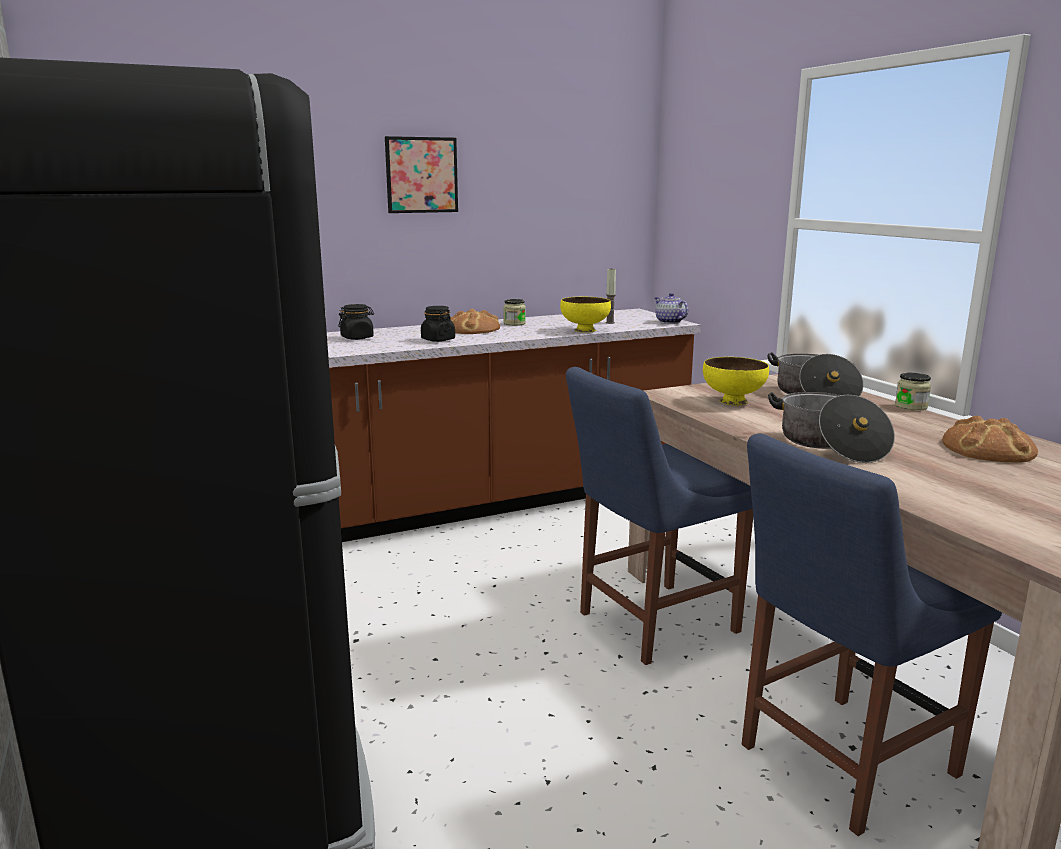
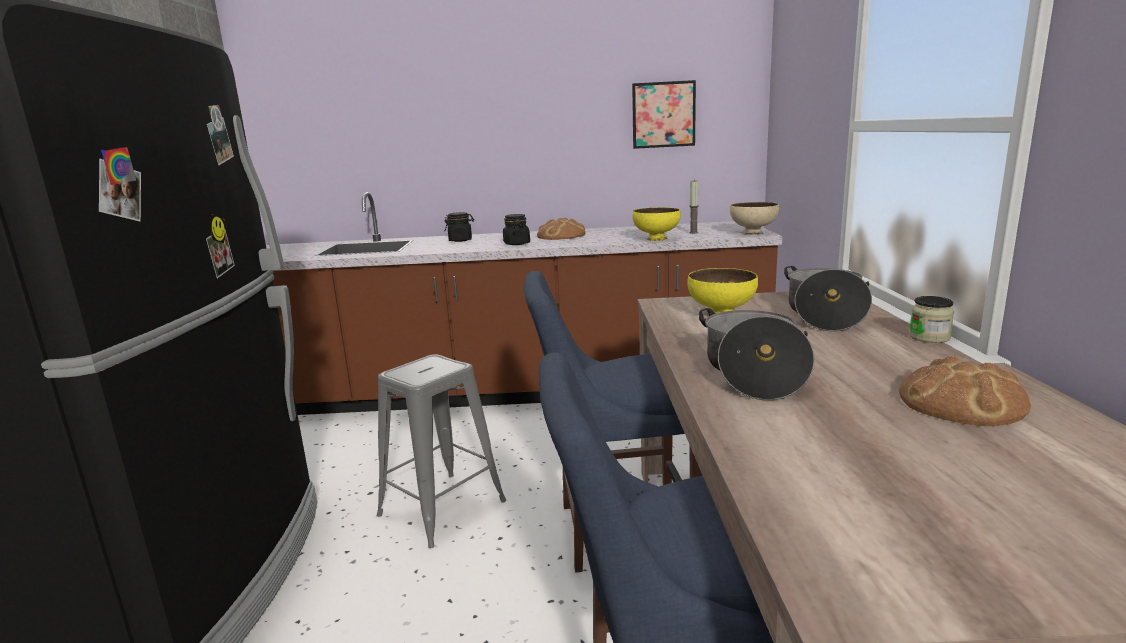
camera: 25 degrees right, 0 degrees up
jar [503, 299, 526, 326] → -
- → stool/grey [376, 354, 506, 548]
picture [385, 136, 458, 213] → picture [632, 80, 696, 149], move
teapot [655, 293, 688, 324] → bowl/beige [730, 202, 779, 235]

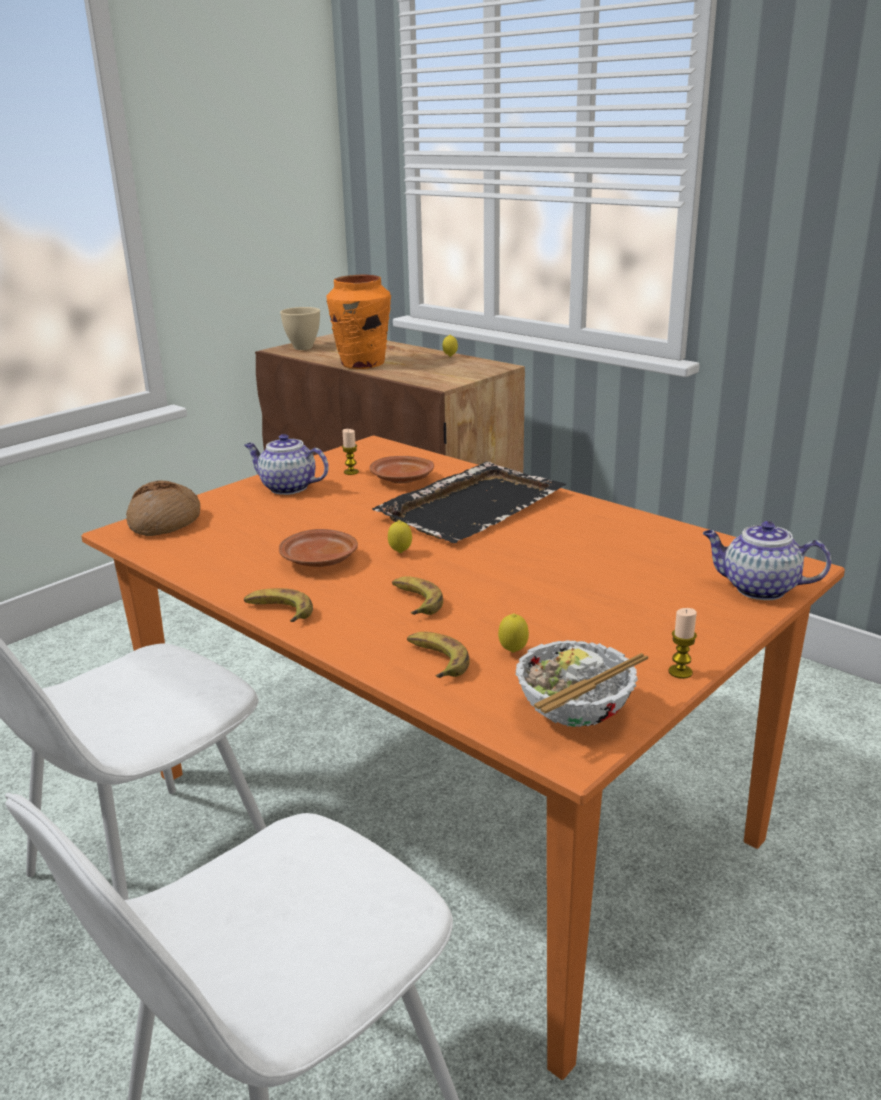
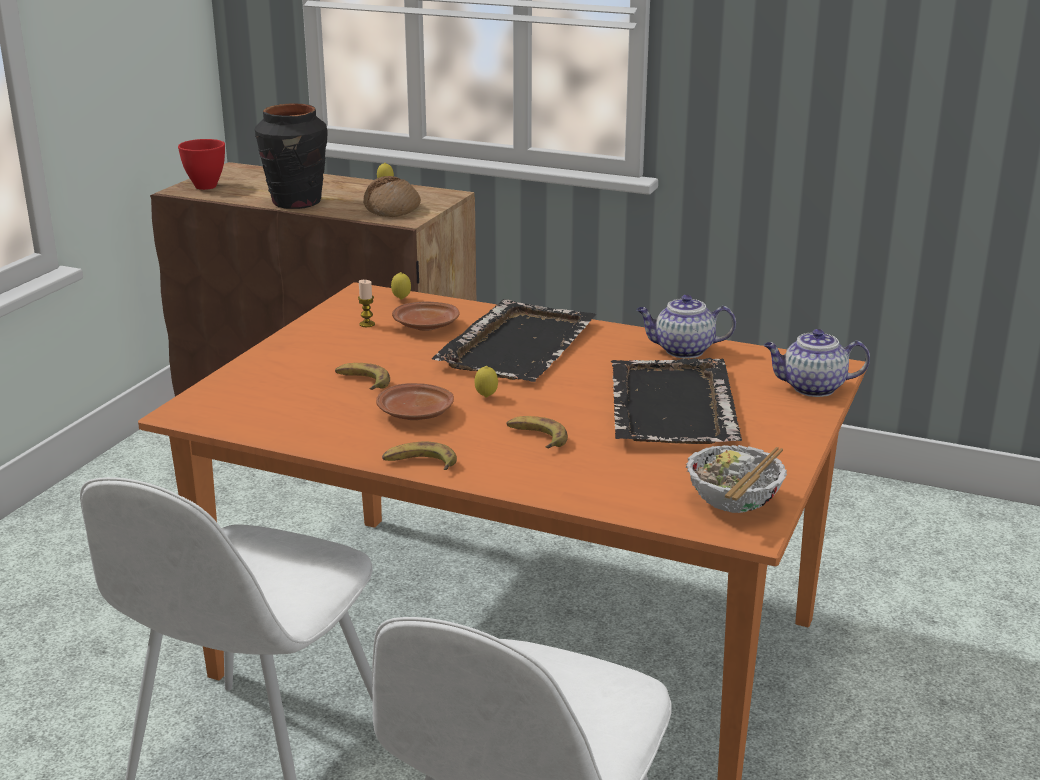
camera: 20 degrees left, 0 degrees up
candle [669, 608, 697, 679] → -
- → tray/black [610, 358, 742, 444]
bread [126, 480, 200, 536] → bread [363, 176, 421, 217], move
teapot [244, 434, 329, 495] → teapot [636, 295, 736, 358], move
banana [407, 632, 470, 678] → banana [335, 363, 390, 390], move
lemon [498, 614, 529, 653] → lemon [391, 272, 411, 300], move
bowl/beige [280, 307, 320, 350] → bowl/red [178, 139, 225, 190]
vase/orange [326, 274, 391, 369] → vase/black [255, 103, 328, 209]

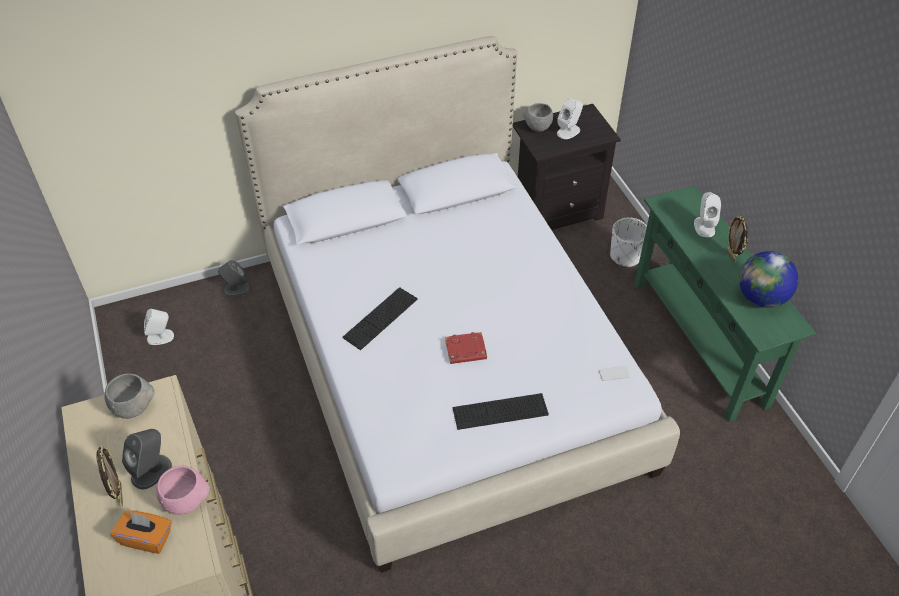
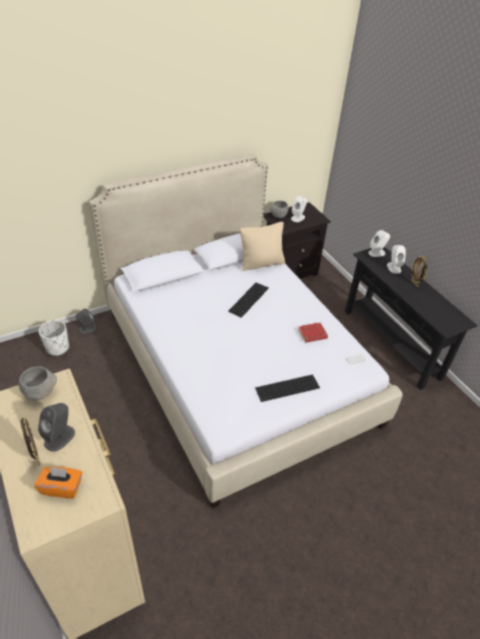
camera: 10 degrees left, 5 degrees down
bowl/pink [156, 466, 209, 515] → -
globe [739, 251, 798, 308] → -
- → pillow/beige [240, 222, 285, 271]
speaker/white [144, 309, 174, 345] → speaker/white [368, 230, 390, 257], move
keyboard [342, 287, 418, 350] → keyboard [228, 283, 269, 318], move
book/red [445, 332, 487, 364] → book/red [298, 323, 328, 343], move
planter/white [610, 218, 647, 268] → planter/white [39, 320, 69, 356], move
console table/green [634, 185, 816, 422] → console table/black [345, 247, 477, 390]

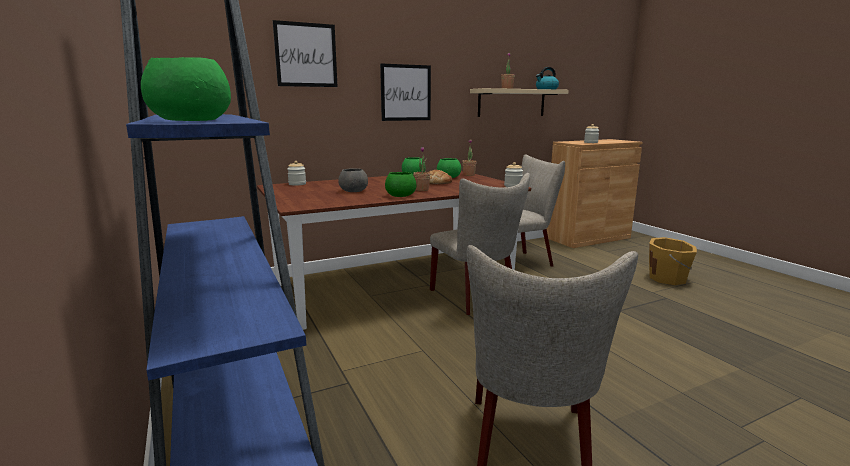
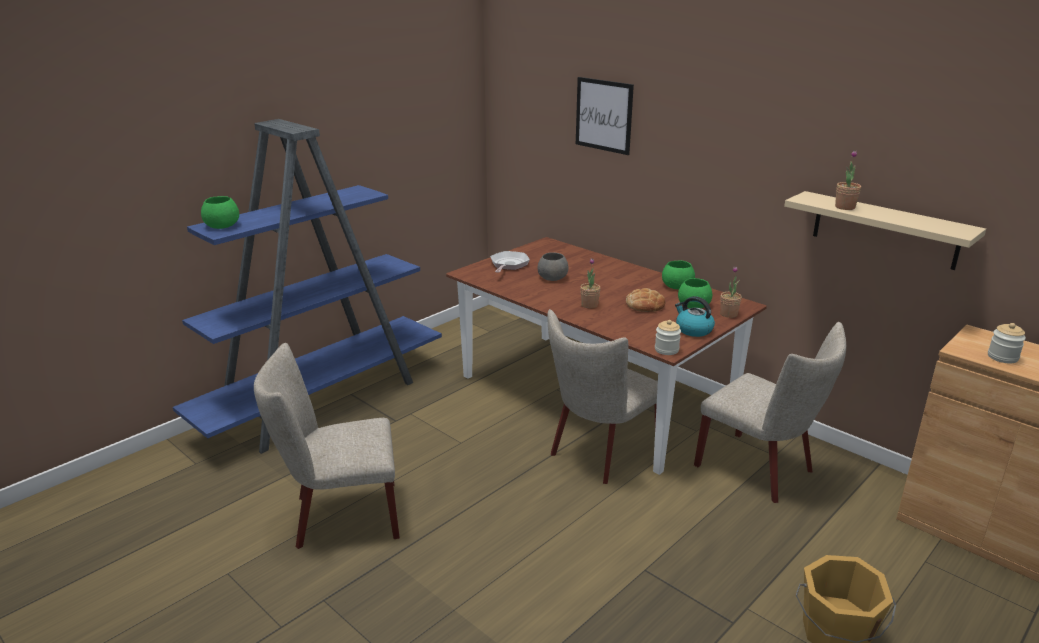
camera: 70 degrees right, 10 degrees up
jar [287, 161, 306, 186] → -
picture [380, 63, 431, 121] → -
bowl/green [385, 172, 416, 197] → -
- → frying pan [490, 251, 530, 273]
kettle [536, 67, 559, 89] → kettle [675, 296, 715, 337], move

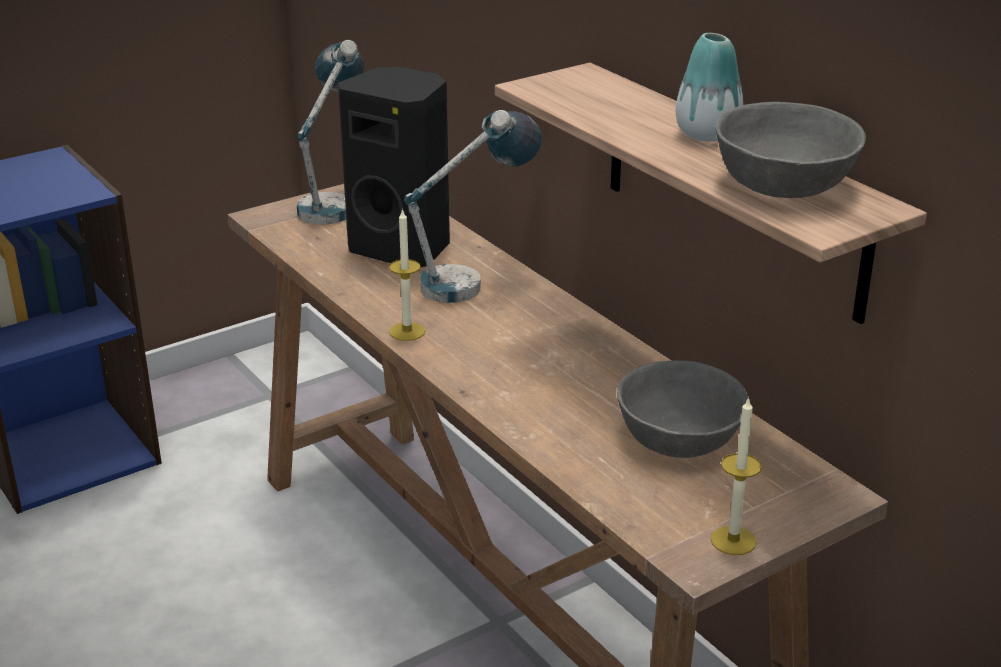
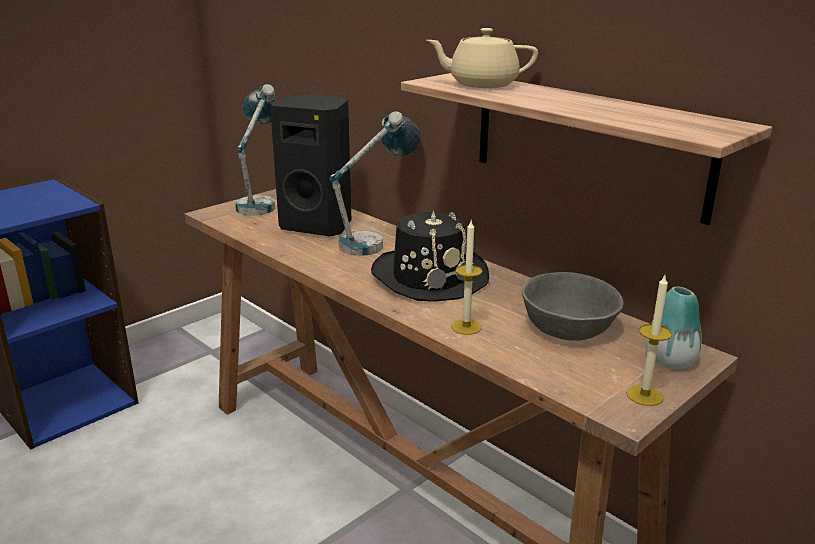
camera: 10 degrees left, 5 degrees down
bowl/grey [716, 102, 866, 198] → -
- → hat/black [371, 211, 489, 302]
- → teapot/beige [426, 28, 538, 88]
candle [389, 208, 425, 341] → candle [451, 221, 483, 335], move
vase [676, 33, 743, 142] → vase [646, 286, 702, 369], move

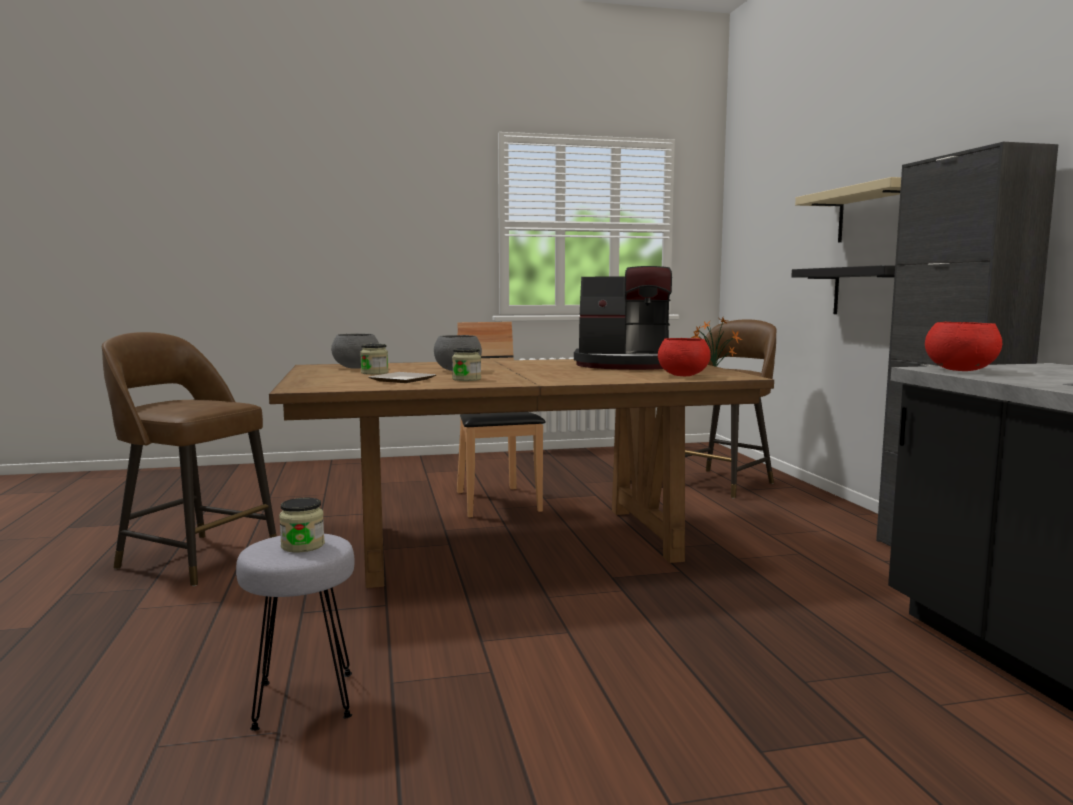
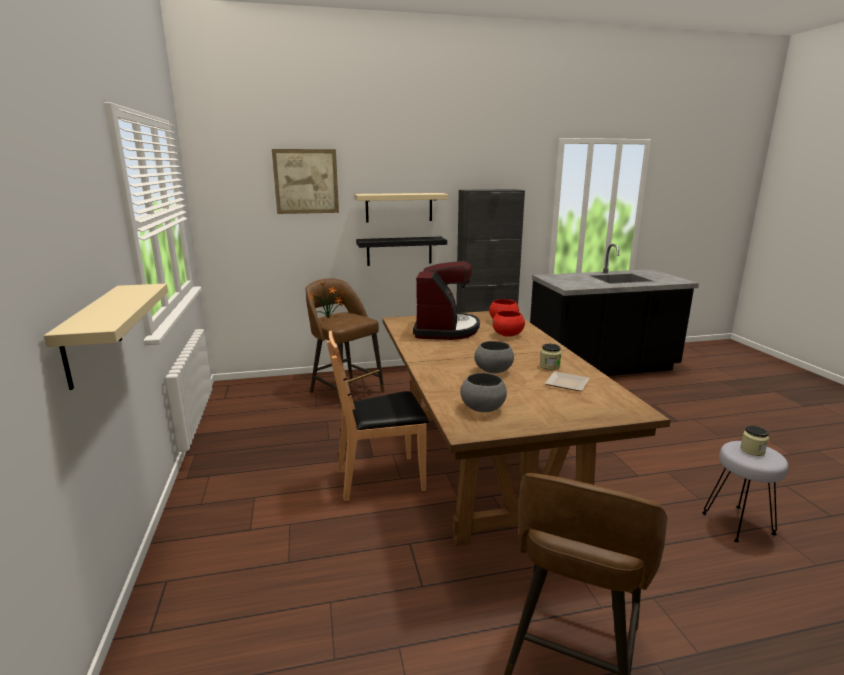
camera: 90 degrees left, 10 degrees up
jar [360, 344, 389, 375] → -
- → shelf/beige [44, 284, 168, 390]
- → picture [272, 149, 339, 214]
bowl/red [925, 322, 1002, 371] → bowl/red [492, 310, 525, 337], move

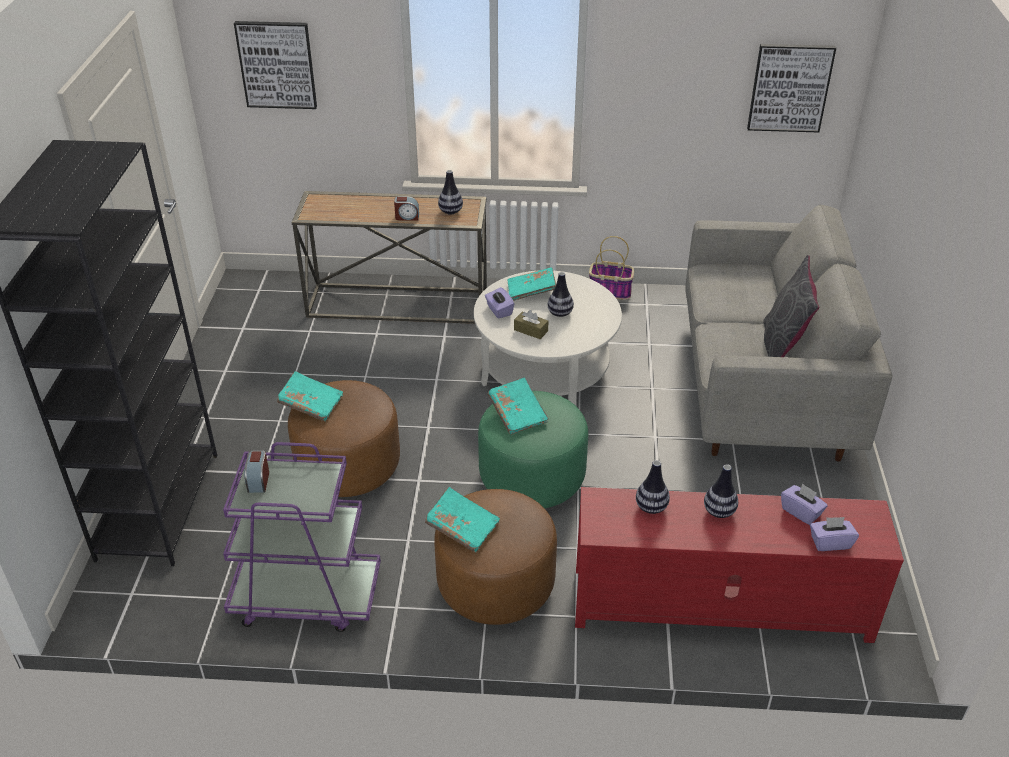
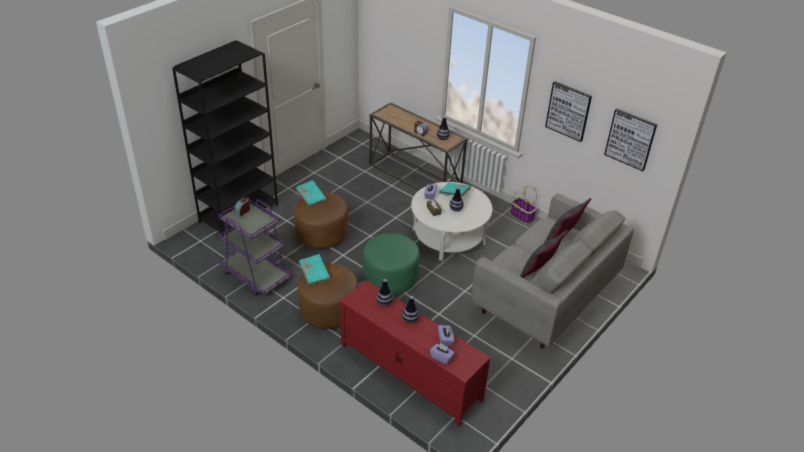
camera: 35 degrees right, 0 degrees up
book/turquoise [487, 377, 549, 435] → -
- → pillow/grey [543, 198, 591, 244]
picture [234, 21, 317, 109] → picture [545, 81, 592, 142], move

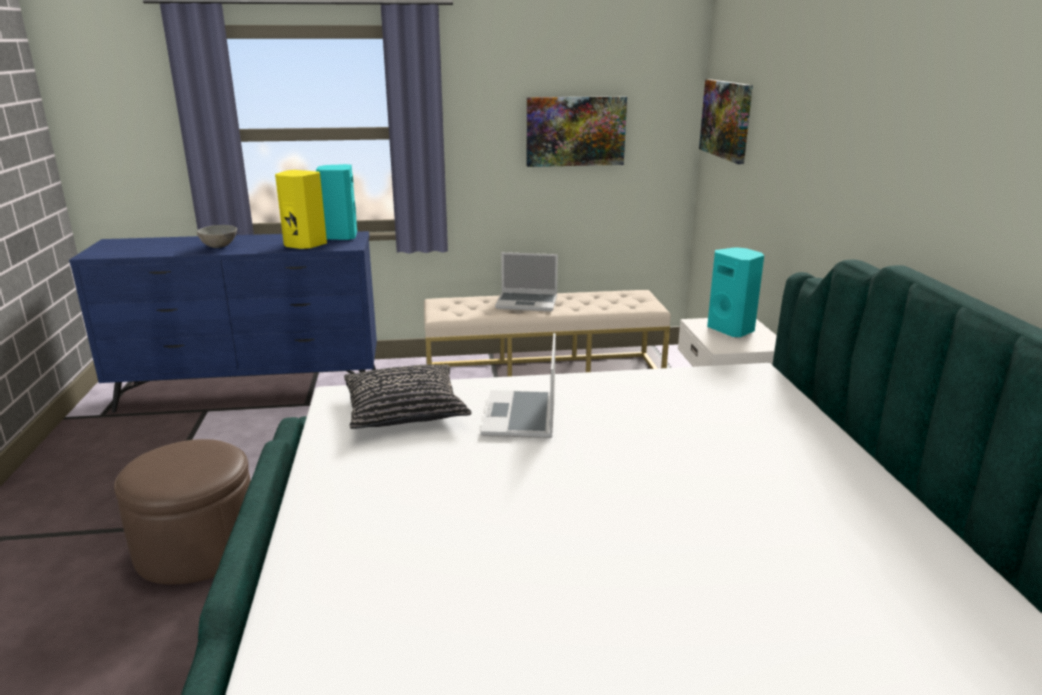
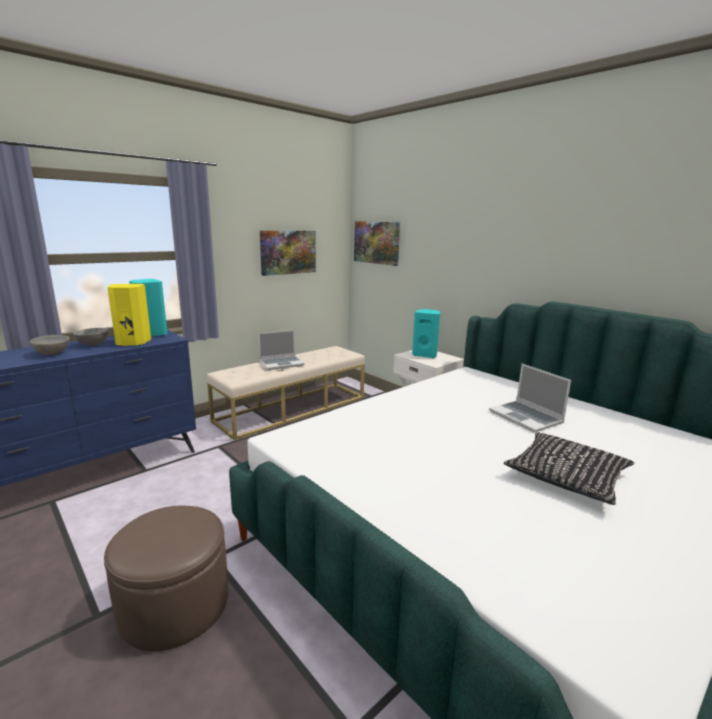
camera: 35 degrees left, 5 degrees down
- → bowl/grey [73, 328, 109, 346]
pillow/black [344, 365, 471, 429] → pillow/black [504, 432, 634, 505], move
laptop [481, 333, 556, 438] → laptop [489, 364, 571, 433], move

